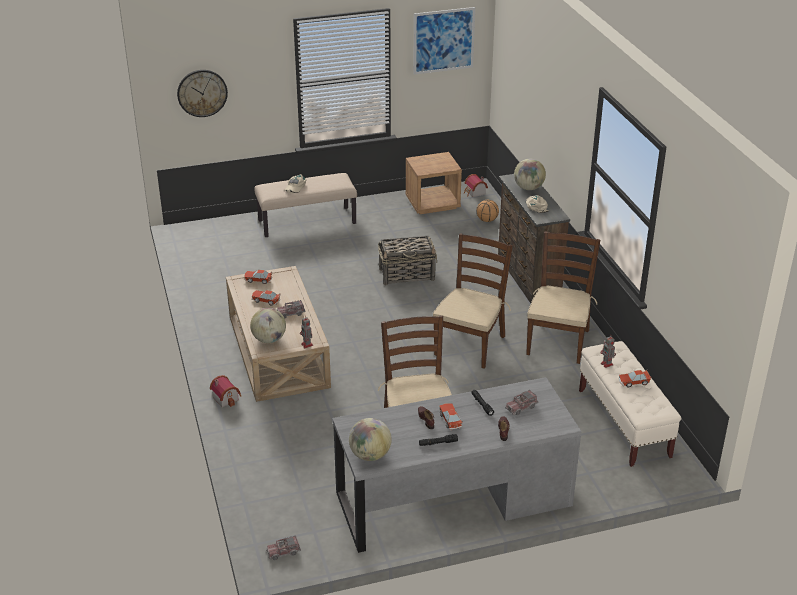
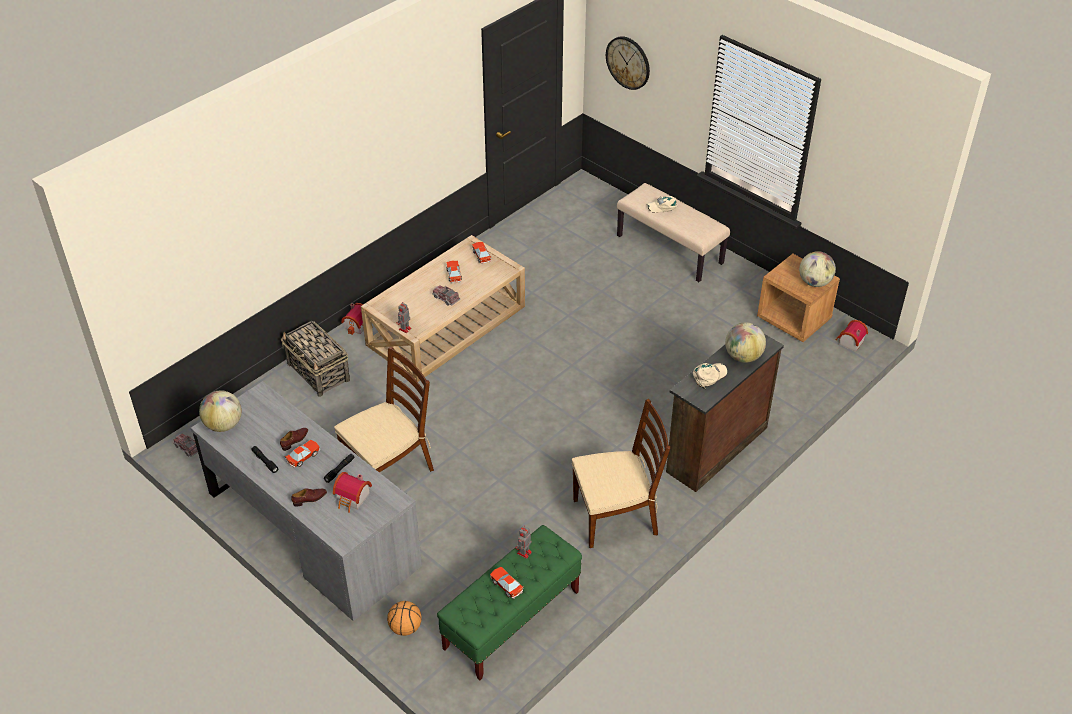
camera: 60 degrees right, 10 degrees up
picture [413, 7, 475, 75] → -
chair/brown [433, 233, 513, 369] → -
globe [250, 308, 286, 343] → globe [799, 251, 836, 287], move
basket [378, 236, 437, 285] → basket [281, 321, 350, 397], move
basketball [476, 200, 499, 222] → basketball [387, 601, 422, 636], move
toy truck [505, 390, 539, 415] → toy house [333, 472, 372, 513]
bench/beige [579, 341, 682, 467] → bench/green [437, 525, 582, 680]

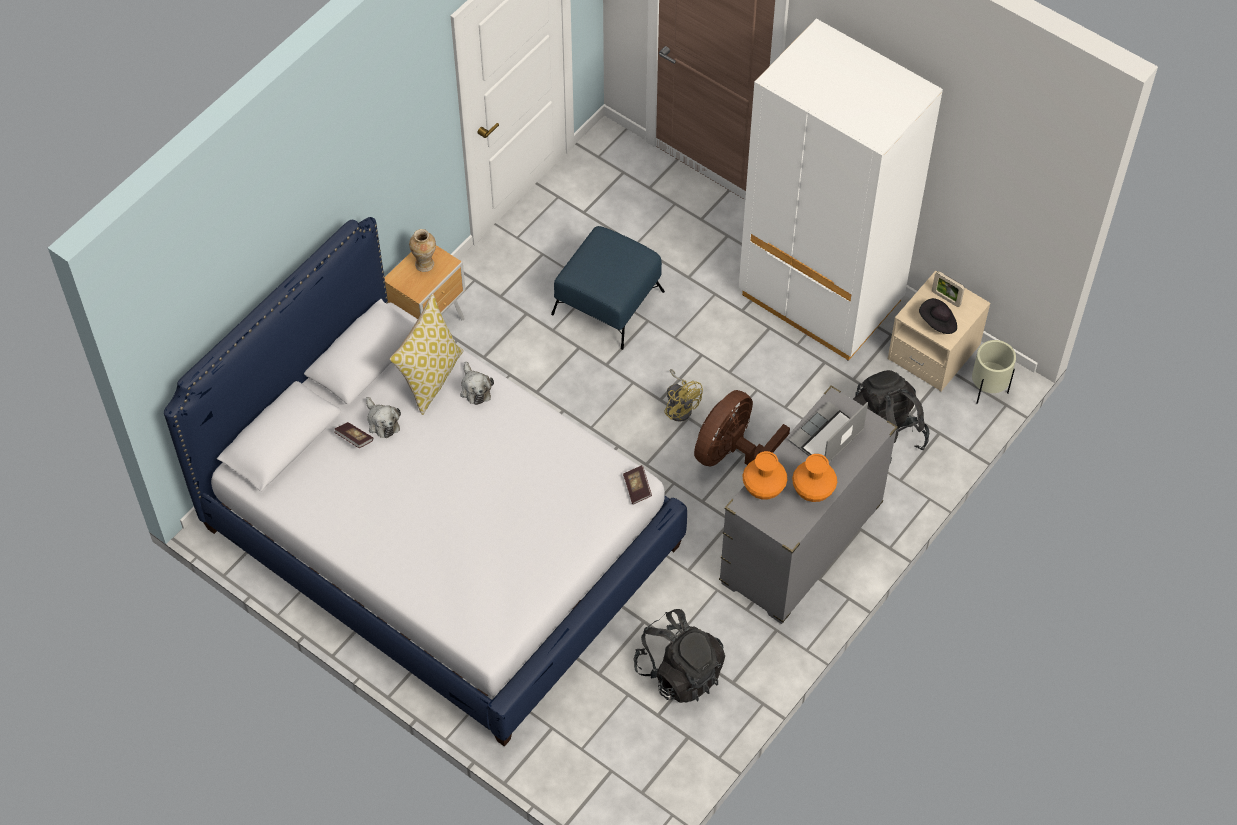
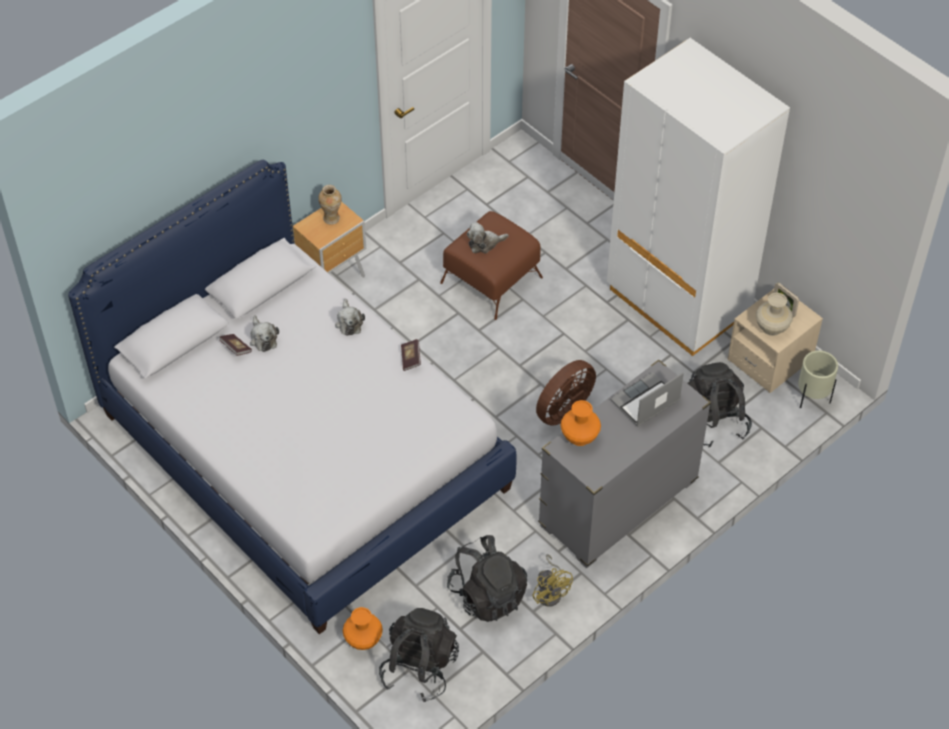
camera: 10 degrees right, 5 degrees down
pillow [390, 294, 463, 415] → -
- → backpack/black [379, 608, 459, 702]
- → plush toy [467, 222, 509, 253]
book [623, 465, 652, 505] → book [401, 339, 421, 371], move
fan/yellow [664, 369, 703, 422] → fan/yellow [532, 554, 573, 607], move
vase/orange [792, 454, 837, 502] → vase/orange [343, 607, 383, 650], move
hat/black [919, 298, 957, 334] → vase/beige [756, 293, 793, 336]
ottoman/blue [551, 226, 665, 350] → ottoman/brown [440, 211, 543, 320]

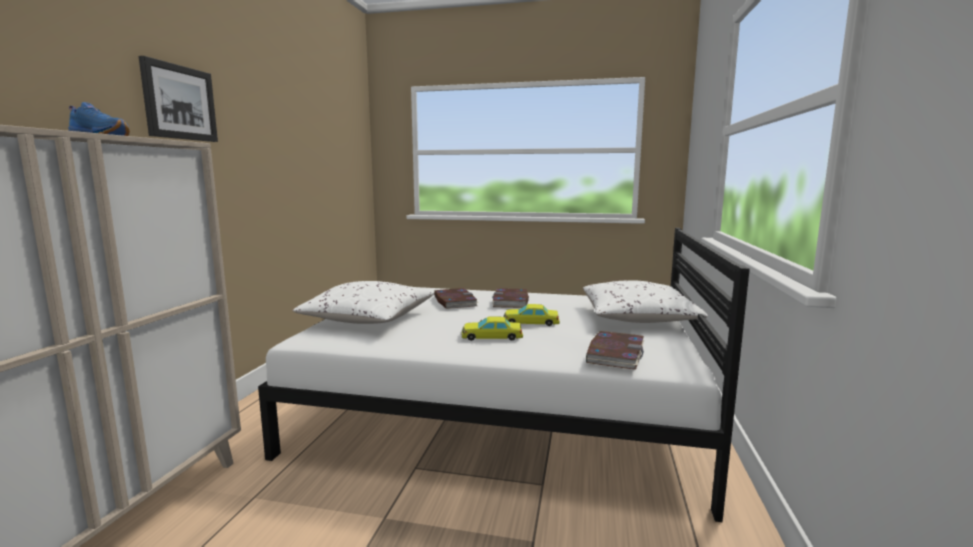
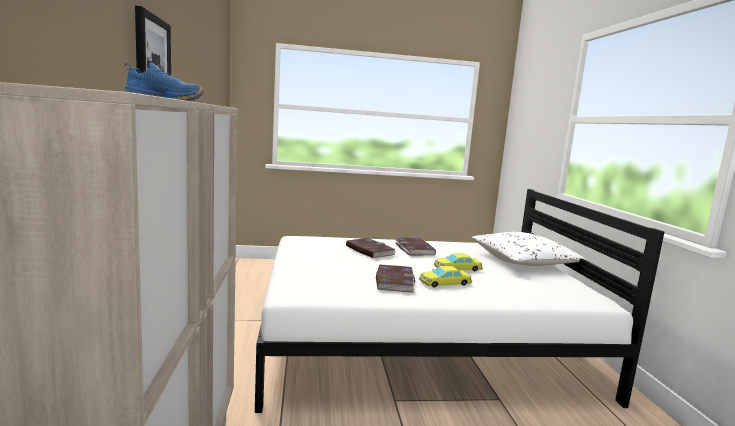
camera: 20 degrees left, 0 degrees up
pillow/white [292, 281, 434, 324] → -
book [586, 331, 644, 370] → book [376, 265, 415, 292], move

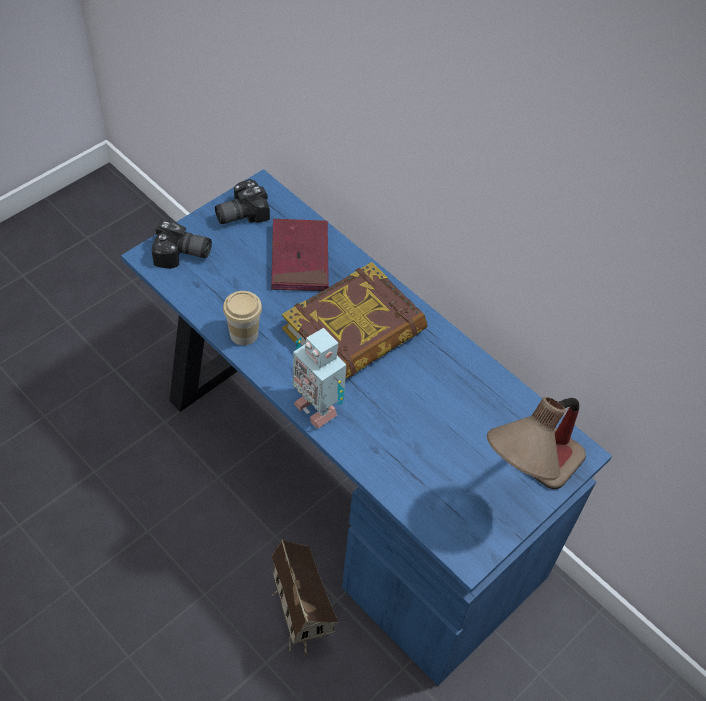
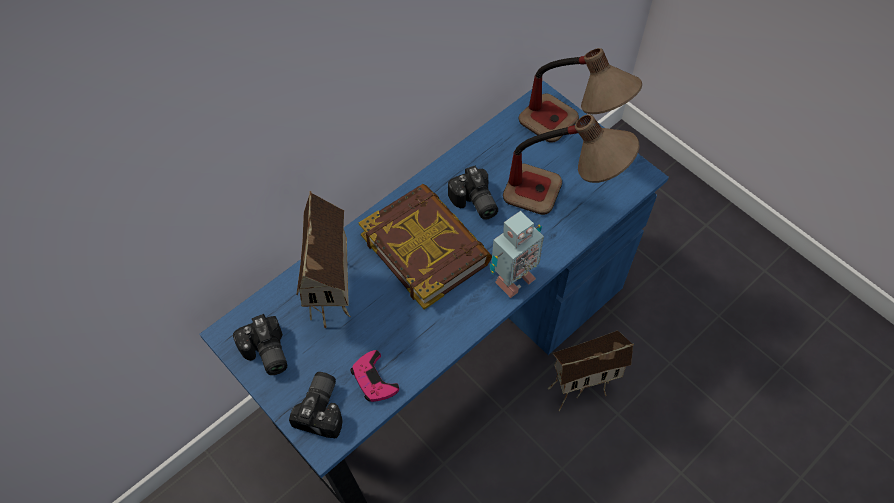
camera: 85 degrees left, 5 degrees up
cup [223, 291, 262, 345] → -
- → game controller/pink [351, 350, 399, 402]
- → photo camera [448, 165, 498, 220]
- → table lamp [503, 115, 639, 215]
book/red [271, 219, 329, 291] → toy house [296, 191, 351, 328]

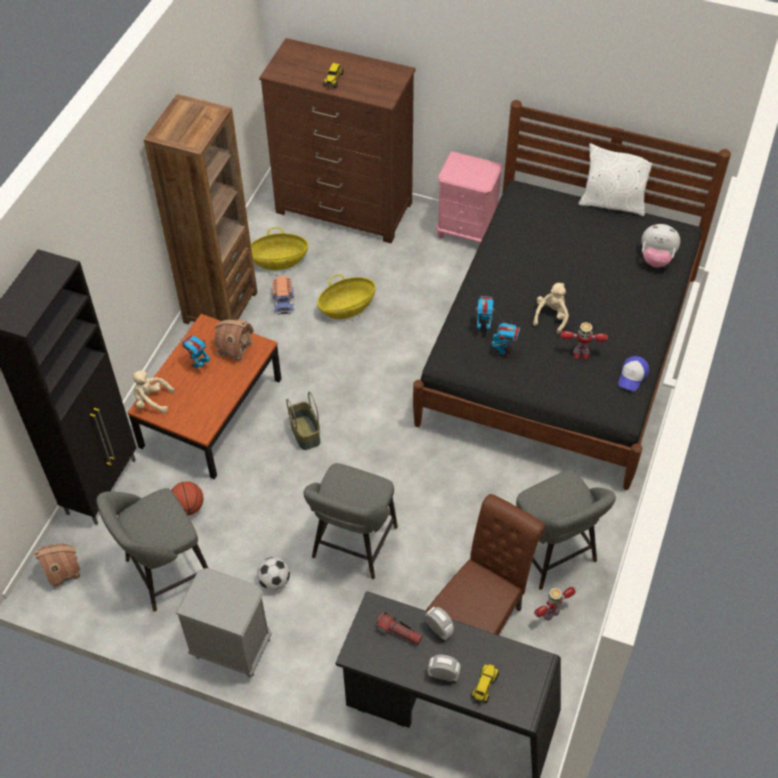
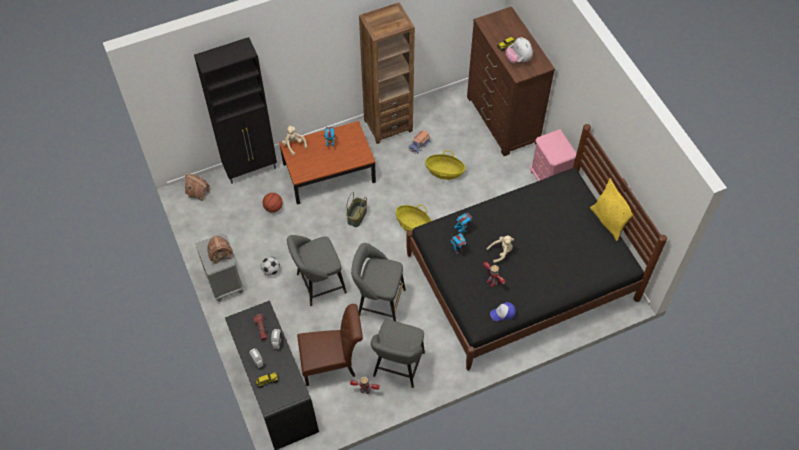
camera: 45 degrees right, 5 degrees up
stool/grey [96, 488, 208, 611] → stool/grey [351, 243, 406, 321], move
toy house [214, 319, 254, 361] → toy house [208, 235, 233, 265], move
basket [251, 227, 308, 270] → basket [396, 204, 431, 231], move
plush toy [642, 224, 680, 268] → plush toy [505, 37, 533, 63], move
pillow/white [578, 143, 653, 216] → pillow/yellow [590, 178, 638, 241]

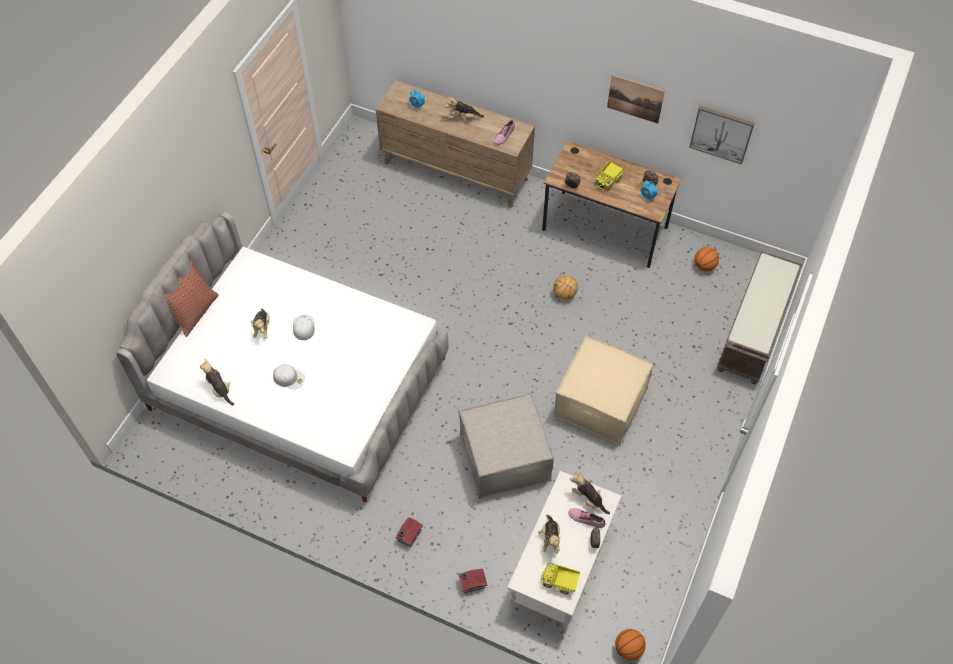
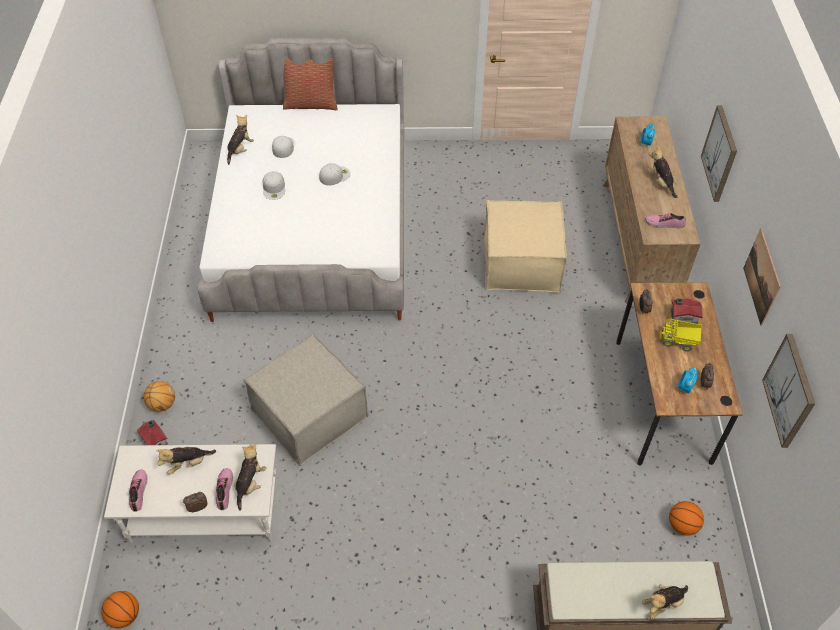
camera: 65 degrees right, 5 degrees down
- → cap/white [272, 136, 295, 158]
- → picture [701, 105, 737, 202]
plush toy [251, 308, 270, 339] → plush toy [642, 584, 688, 619], move
toy house [396, 518, 423, 548] → toy house [671, 298, 703, 324], move
basketball [553, 275, 578, 300] → basketball [143, 381, 175, 412], move
ottoman/beige [554, 336, 654, 446] → ottoman/beige [484, 200, 567, 293], move
toy truck [541, 562, 580, 595] → shoe [129, 469, 148, 512]

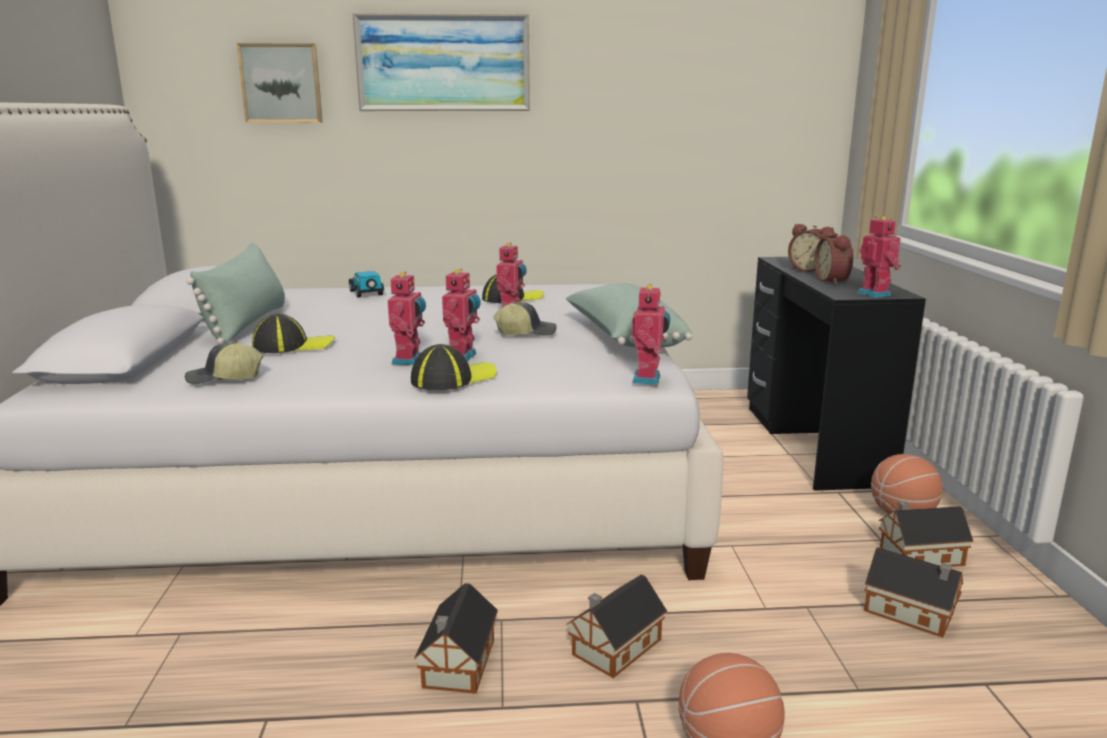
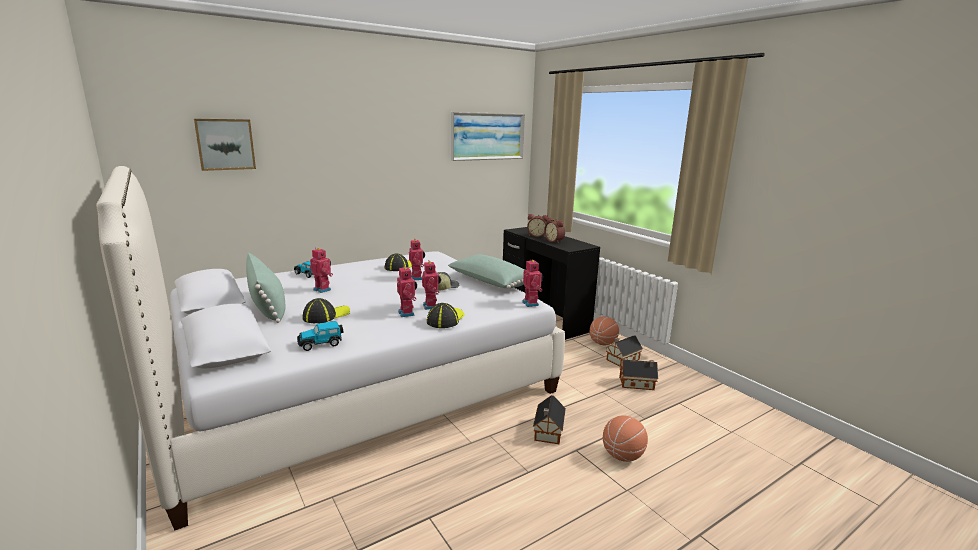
camera: 30 degrees left, 0 degrees up
toy house [414, 583, 498, 694] → -
picture [352, 13, 530, 111] → picture [451, 112, 525, 161], move
toy robot [858, 216, 901, 298] → toy robot [310, 248, 333, 293], move
cap [184, 342, 263, 384] → toy car [297, 321, 344, 351]

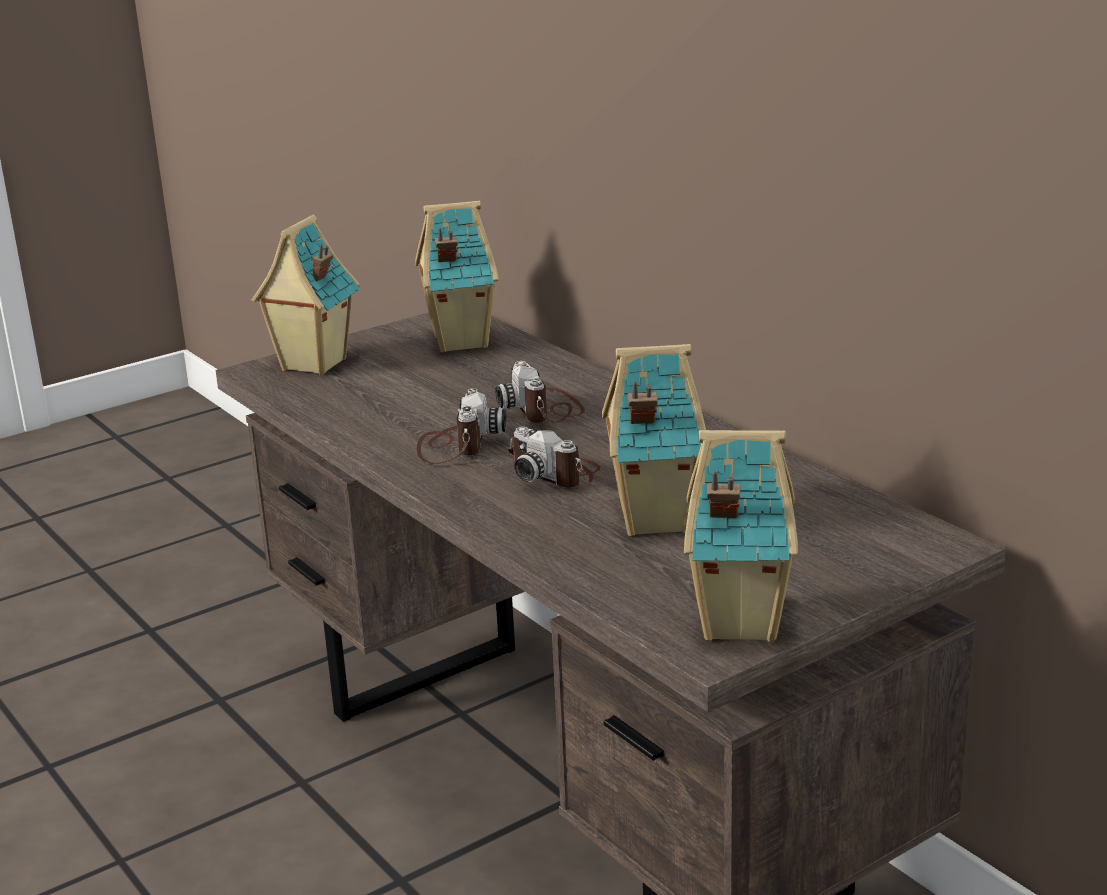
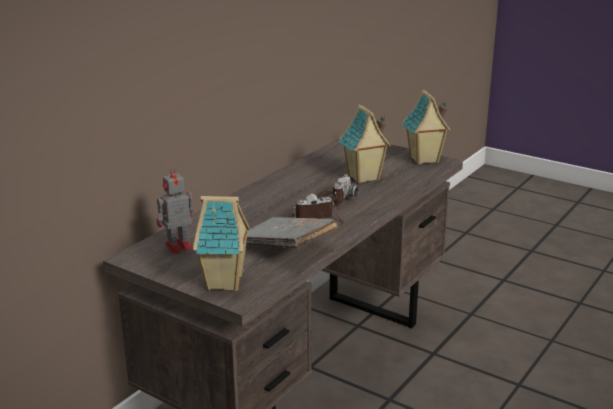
camera: 110 degrees left, 0 degrees up
photo camera [495, 361, 585, 423] → -
- → book/grey [246, 217, 338, 249]
toy house [415, 200, 499, 352] → toy robot [157, 166, 193, 254]

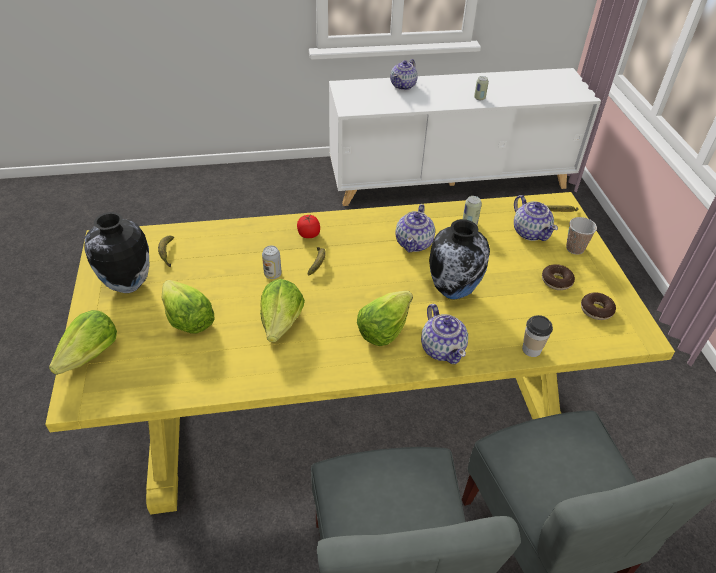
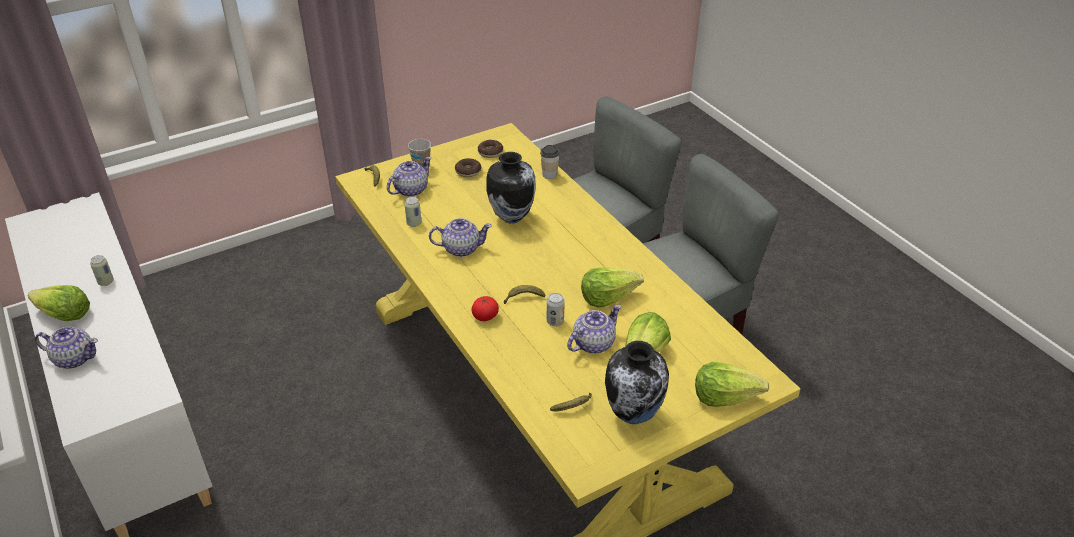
camera: 110 degrees left, 5 degrees down
lettuce [357, 291, 413, 346] → lettuce [28, 285, 90, 321], move
teapot [421, 304, 468, 364] → teapot [567, 305, 621, 354], move

